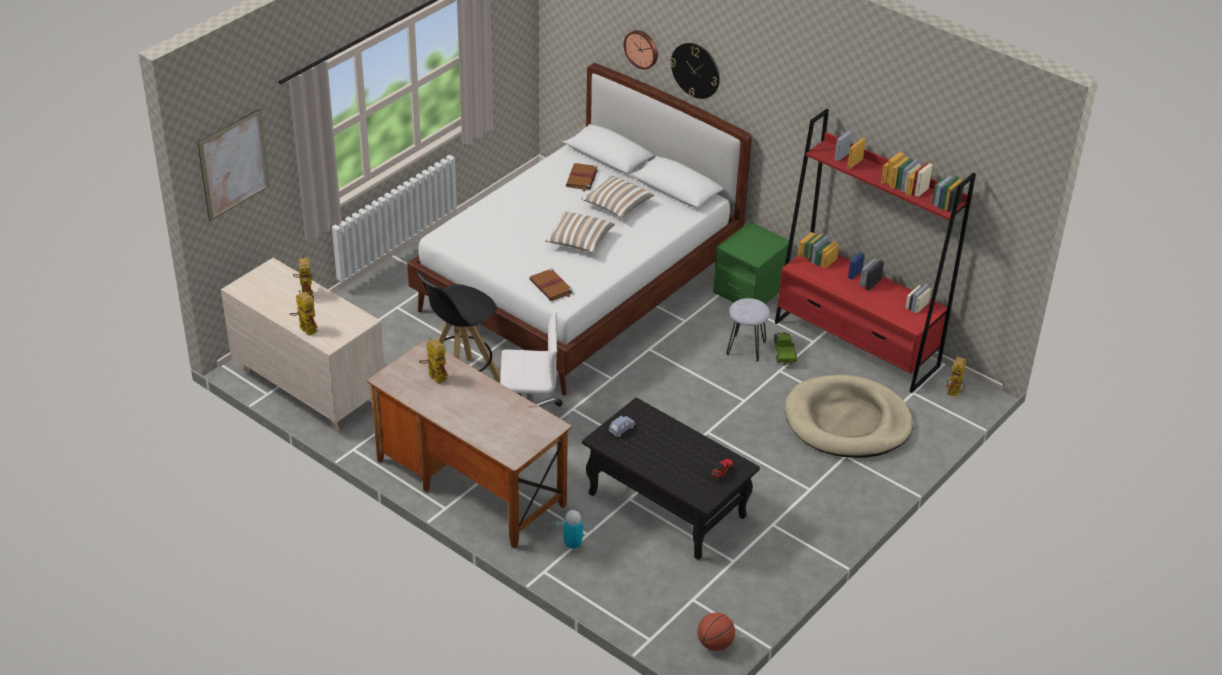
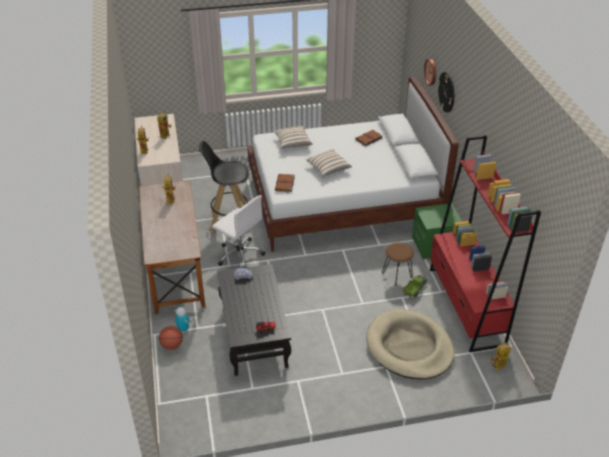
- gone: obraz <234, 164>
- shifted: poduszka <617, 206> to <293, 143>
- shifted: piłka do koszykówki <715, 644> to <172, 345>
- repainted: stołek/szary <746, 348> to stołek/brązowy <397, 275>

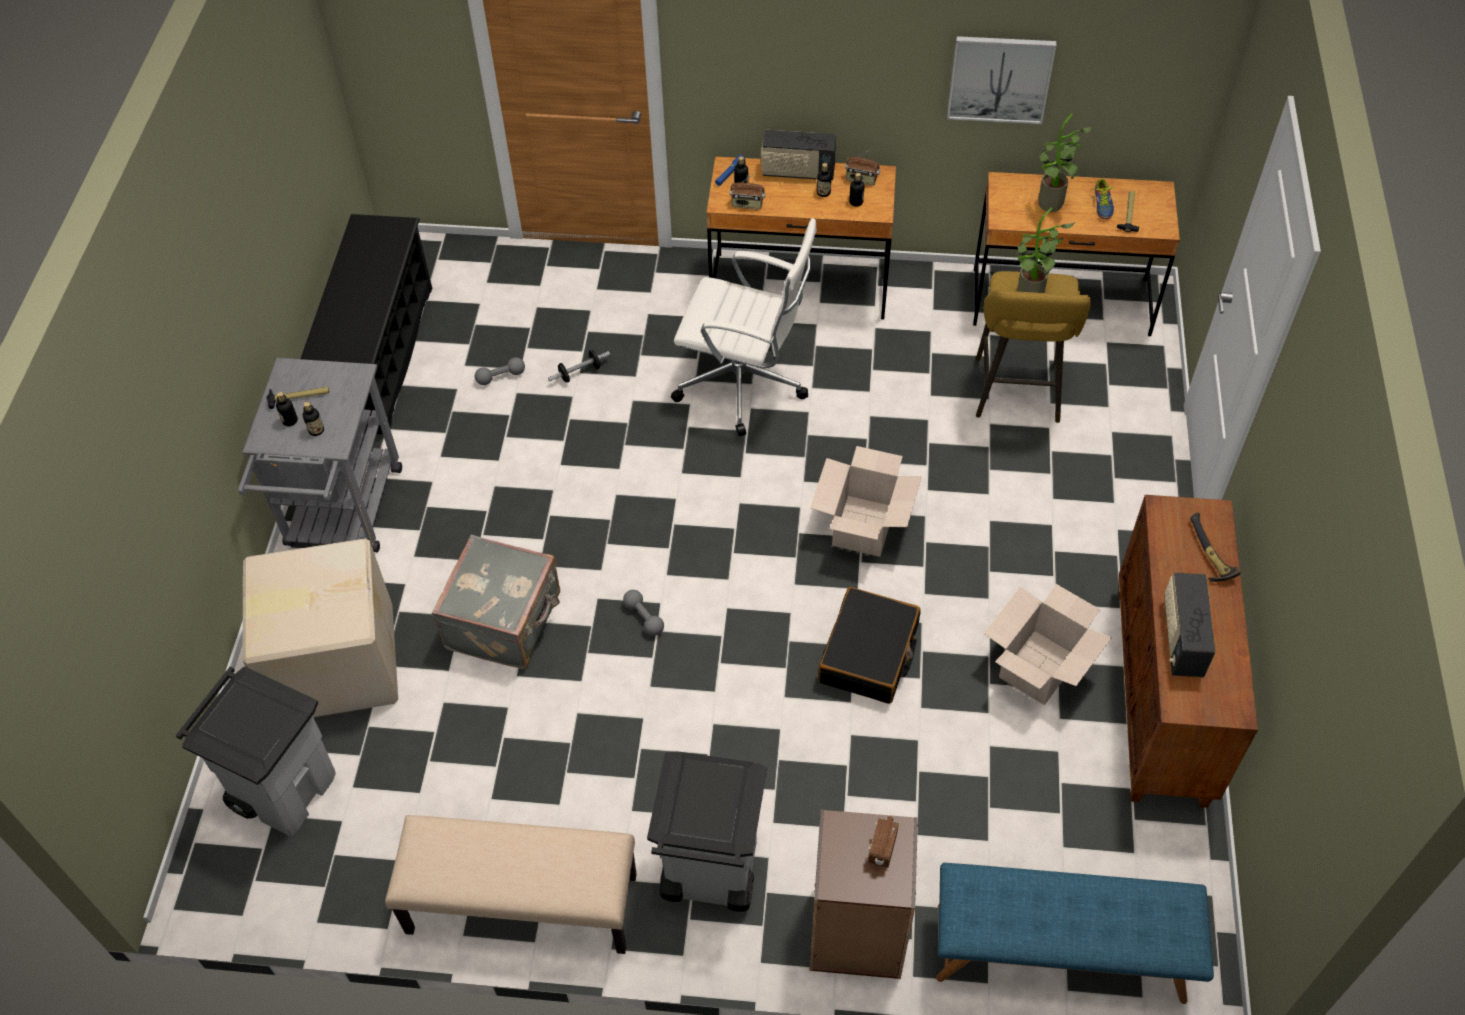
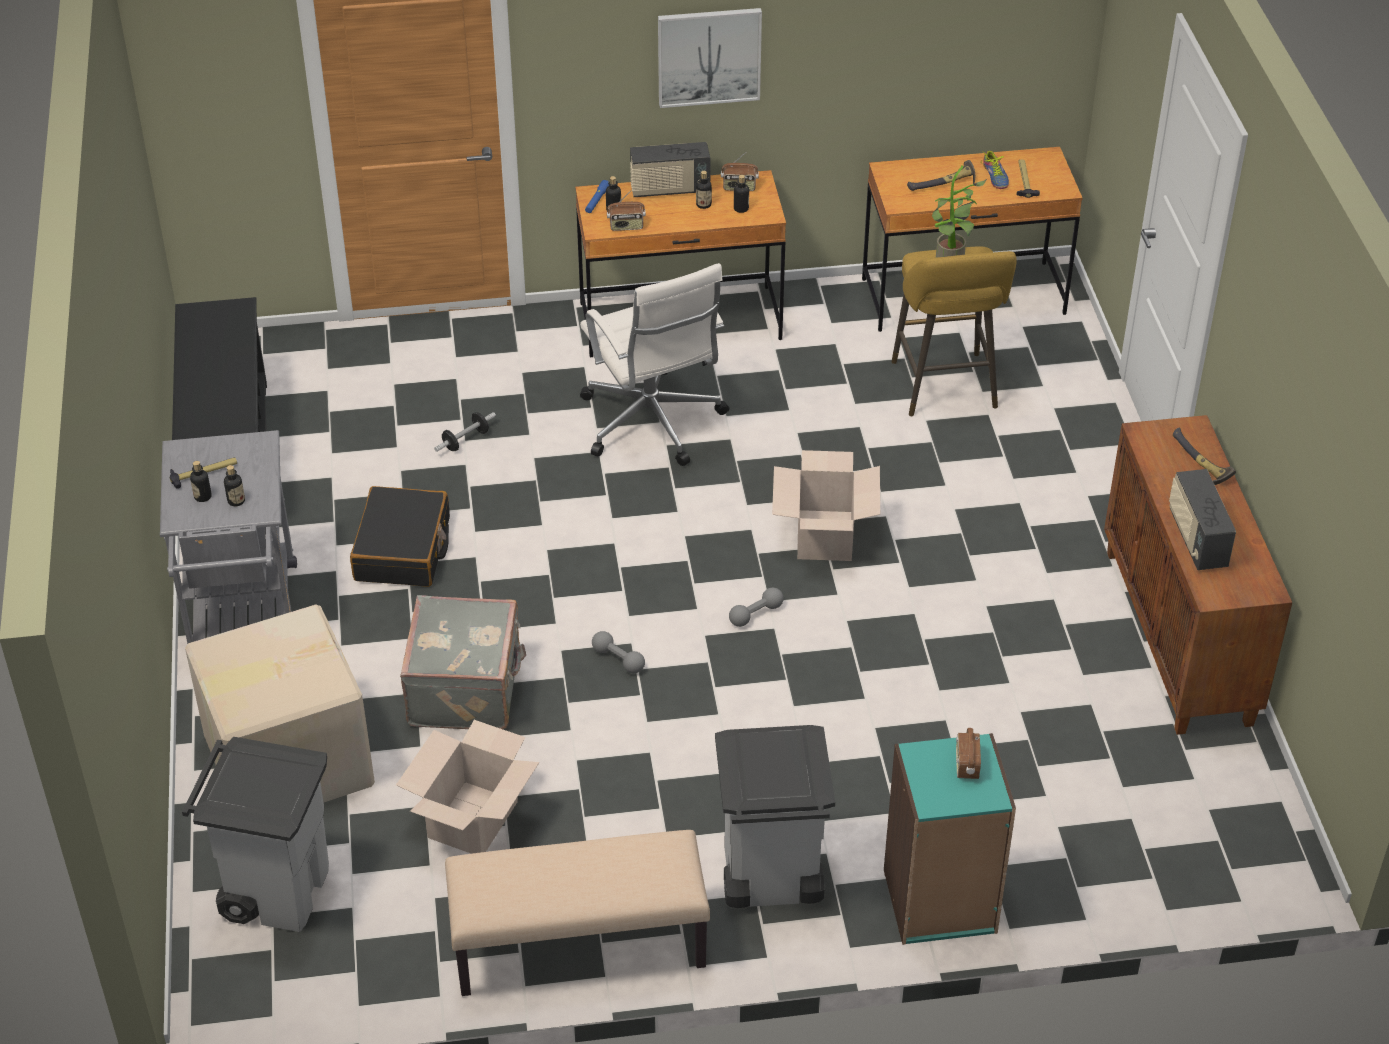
- shifted: hantel/szary <501, 377> to <756, 614>
- rotated: krzesło biurowe/biały <744, 384> = <652, 423> 60 degrees clockwise
- repainted: regał/brązowy <856, 933> to regał/turkusowy <940, 902>
- shifted: walizka/czarny <869, 654> to <403, 550>
- gone: ławka/niebieski <1059, 953>
- shifted: obraz <1000, 78> to <709, 56>
- shifted: karton <1039, 668> to <473, 820>
- swapped: roślina doniczkowa <1052, 206> to młotek <945, 185>

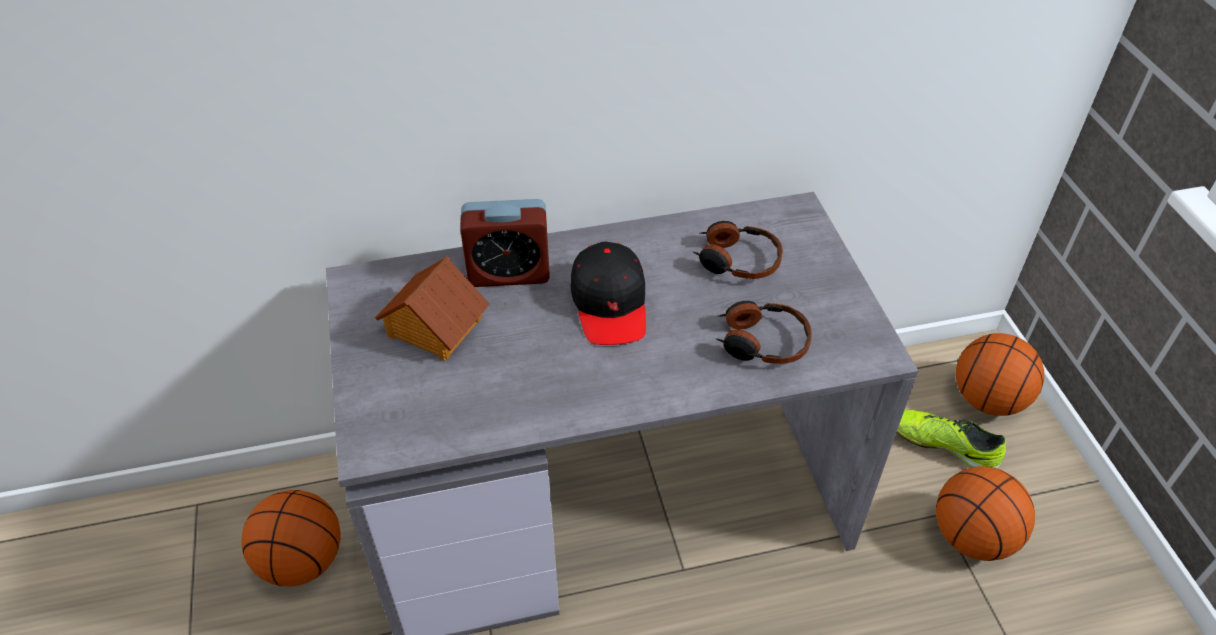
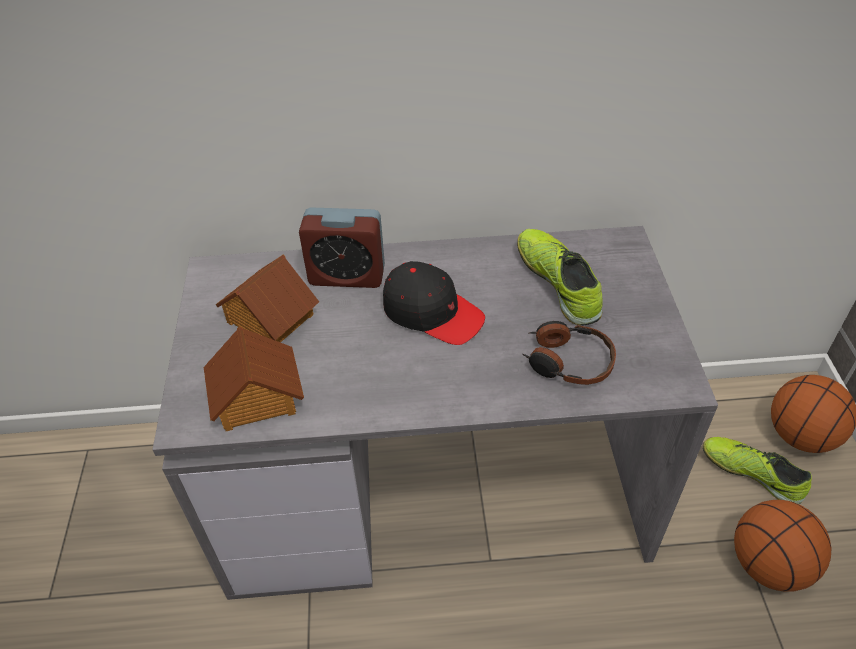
- gone: piłka do koszykówki <302, 561>
- rotated: czapka z daszkiem/czarny <610, 304> = <432, 312> 60 degrees counterclockwise
- swapped: słuchawki <737, 260> to but <558, 283>
- new: domek <256, 398>

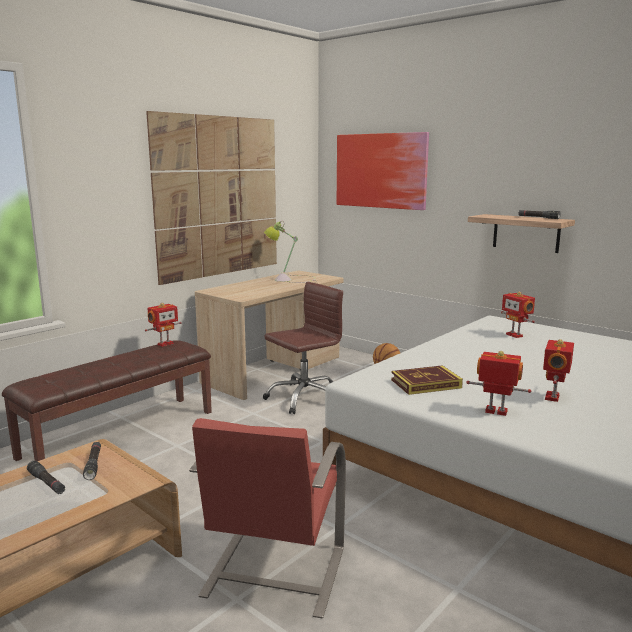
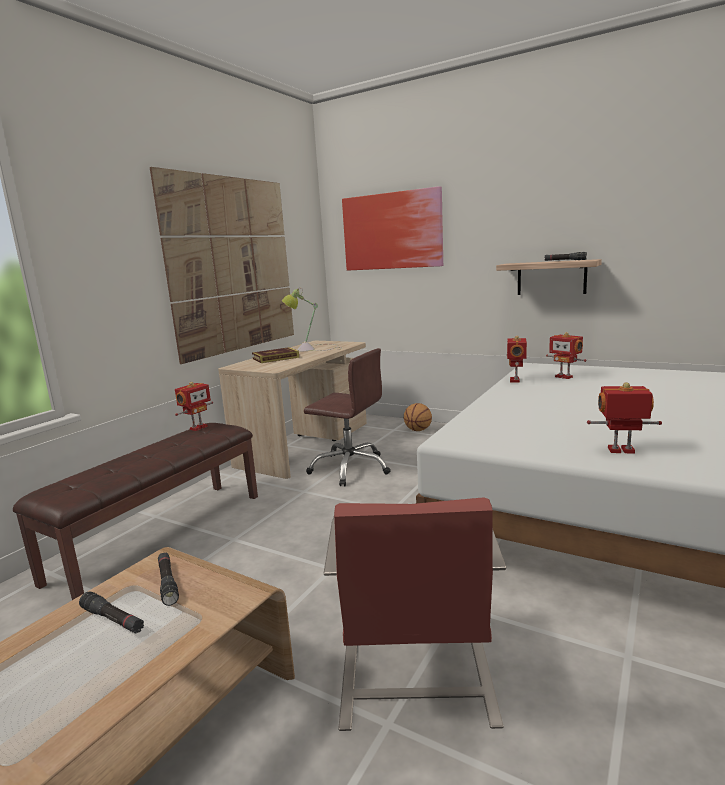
- rotated: krzesło biurowe/brązowy <304, 398> = <350, 468> 75 degrees clockwise
- shifted: książka <426, 384> to <275, 358>
- shifted: robot zabawkowy <553, 397> to <516, 380>

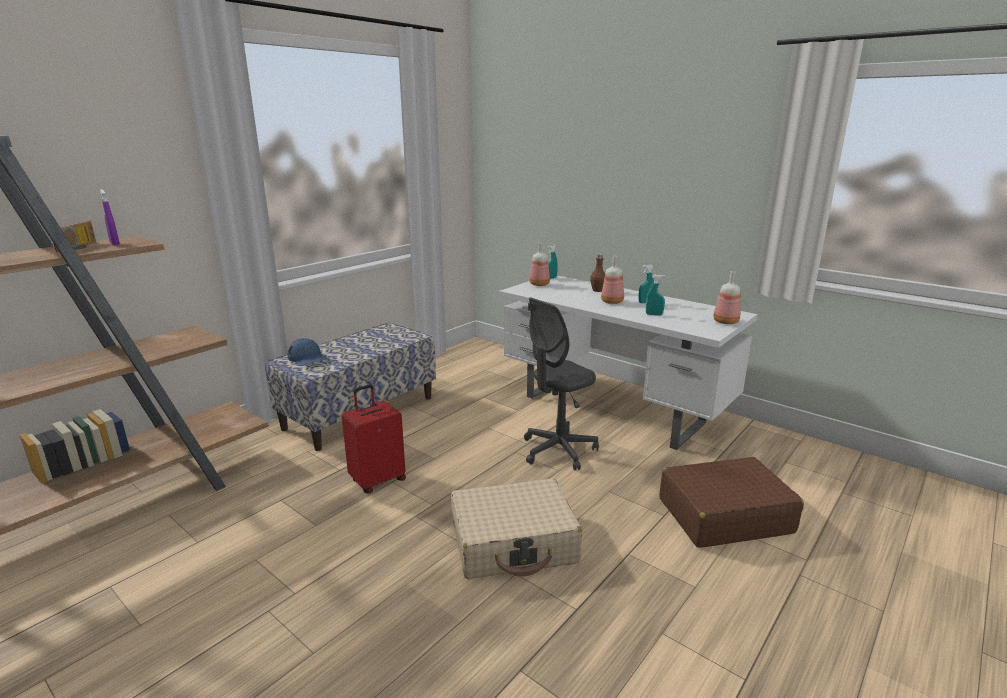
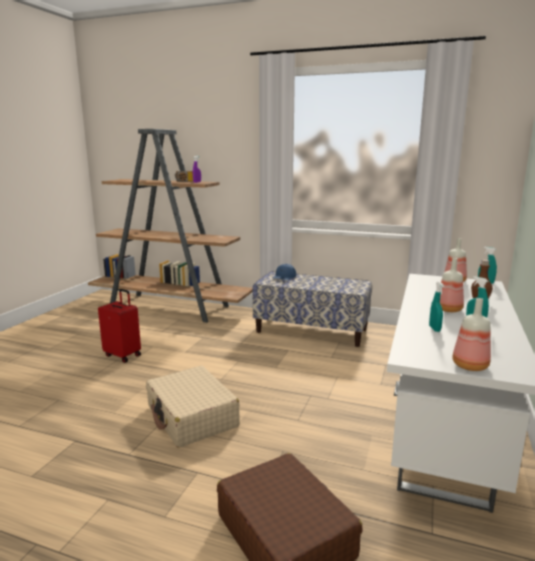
- shifted: walizka/czerwony <377, 480> to <123, 355>
- gone: krzesło biurowe/szary <558, 450>

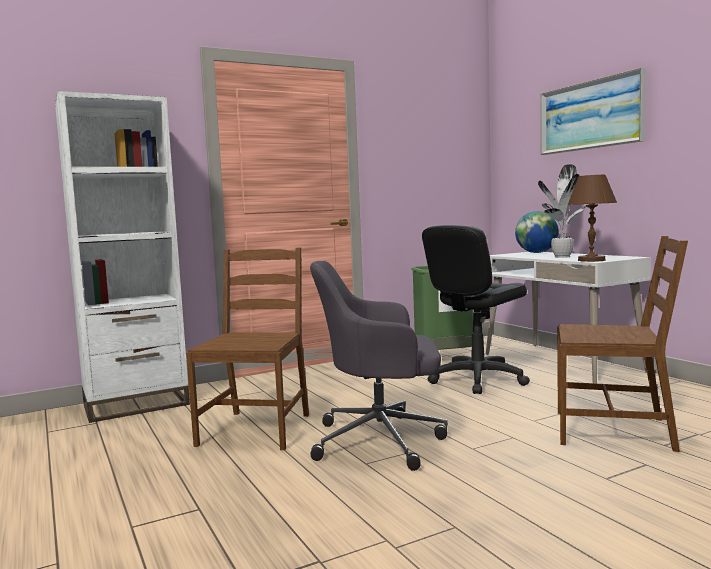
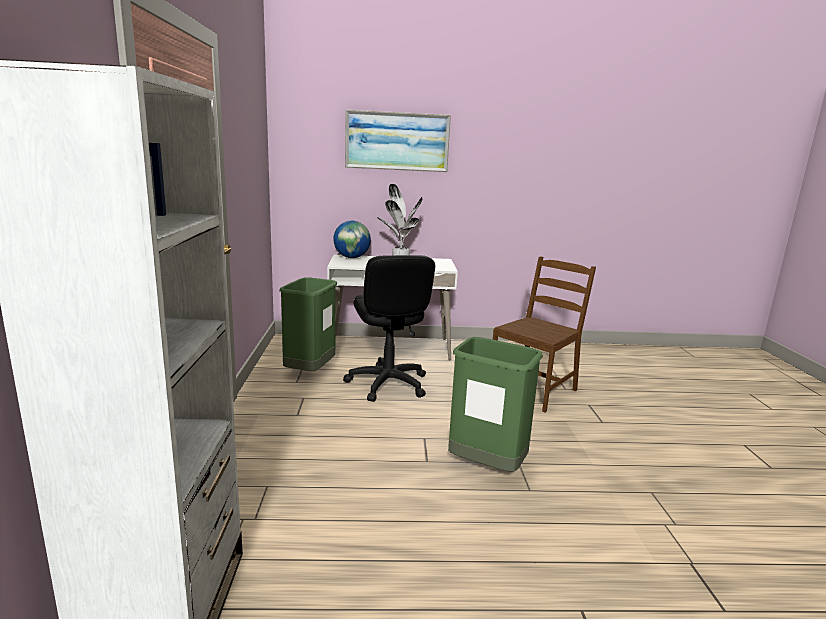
- gone: krzesło/brązowy <256, 429>
- swapped: krzesło biurowe/szary <382, 440> to kosz na śmieci/zielony <486, 467>
- gone: lampa stołowa/brązowy <591, 260>

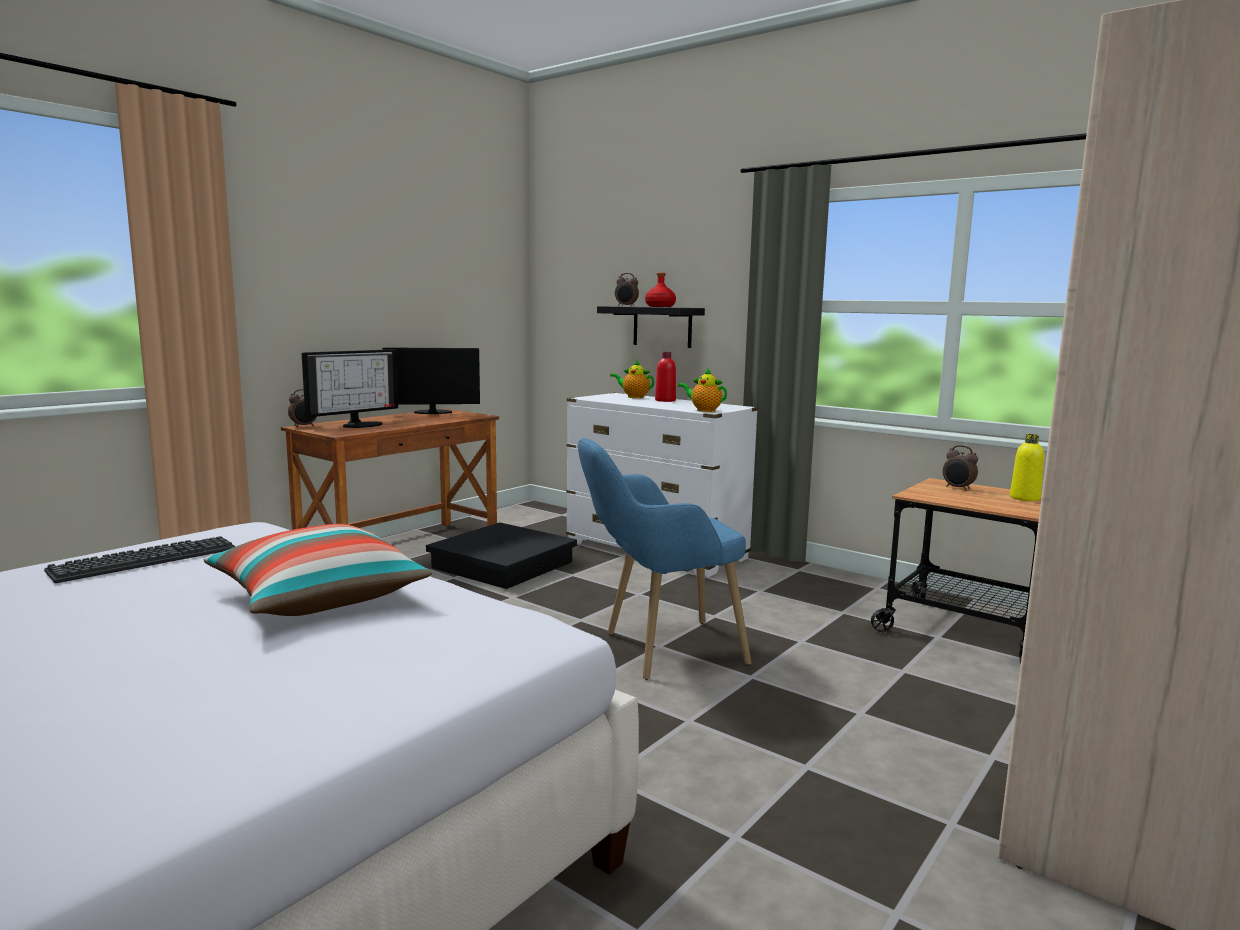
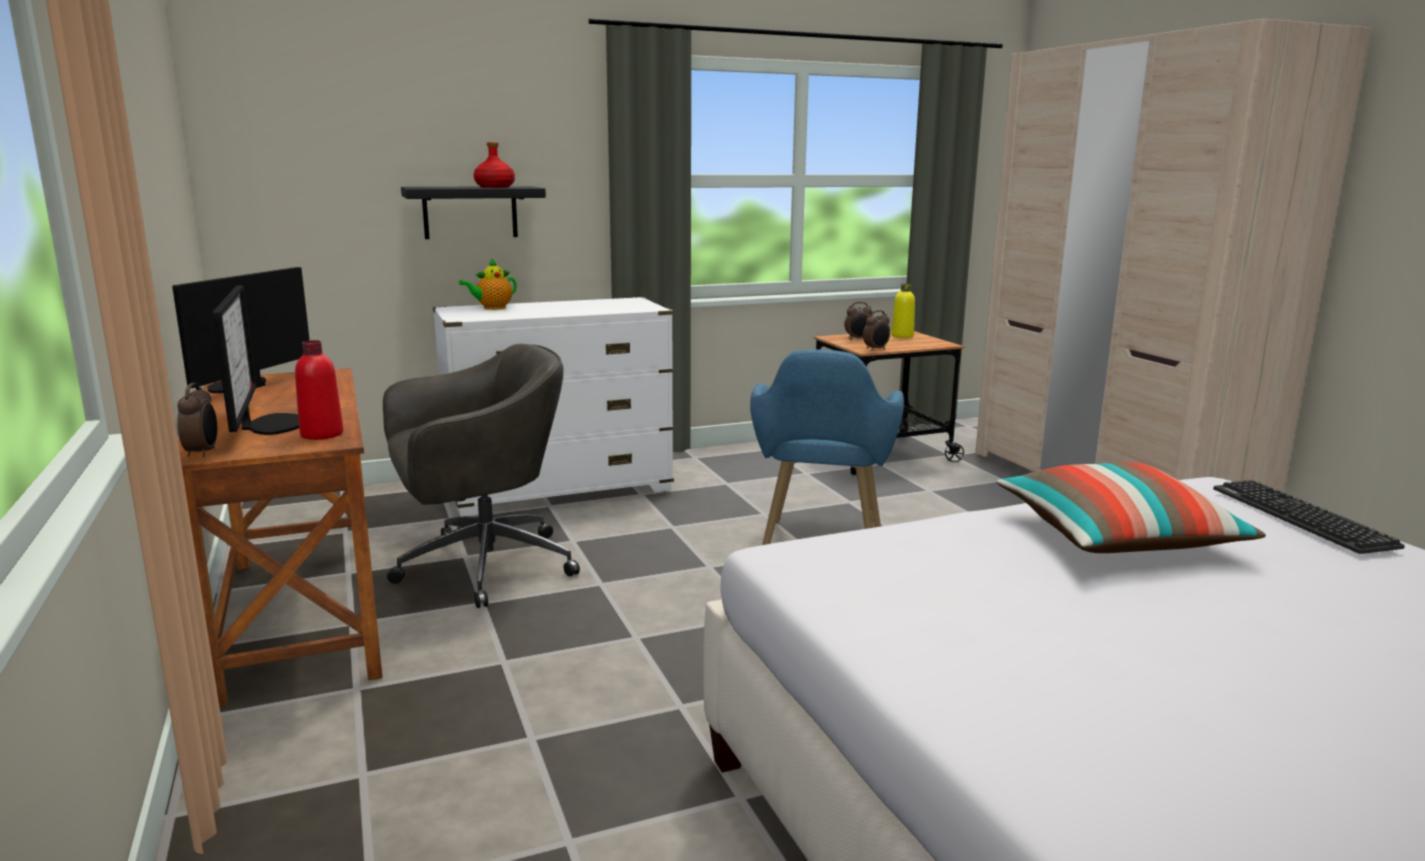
- shifted: klawiatura <144, 560> to <1300, 517>
- swapped: pojemnik do przechowywania/czarny <502, 565> to krzesło biurowe/szary <481, 567>
- shifted: budzik <626, 306> to <876, 349>
- shifted: butelka/czerwony <665, 400> to <322, 434>
- gone: imbryk <703, 410>

